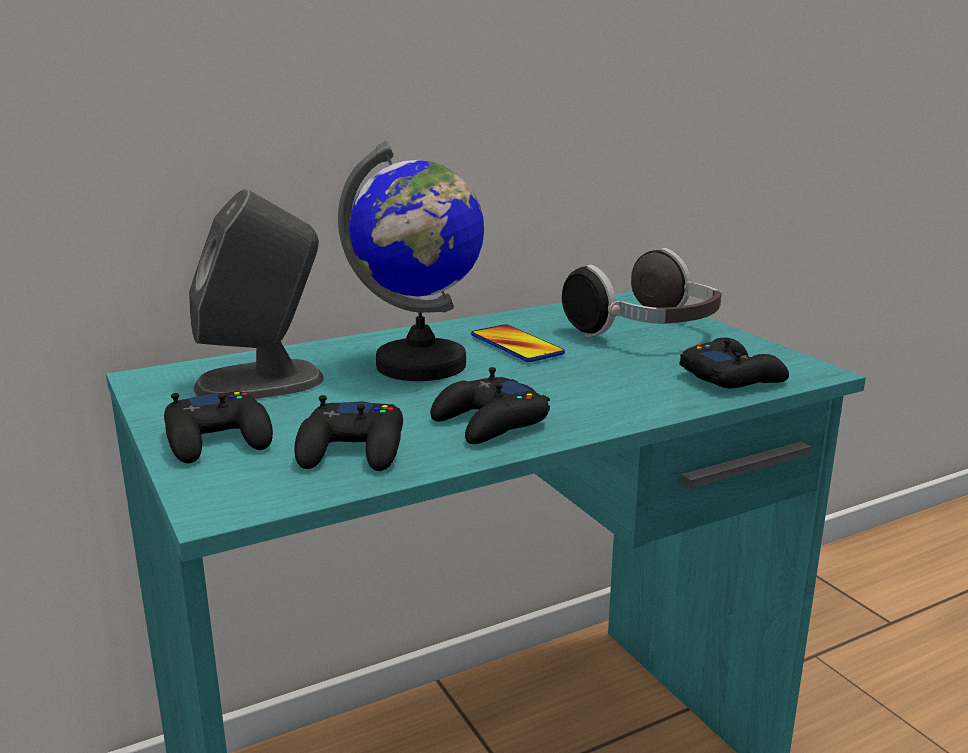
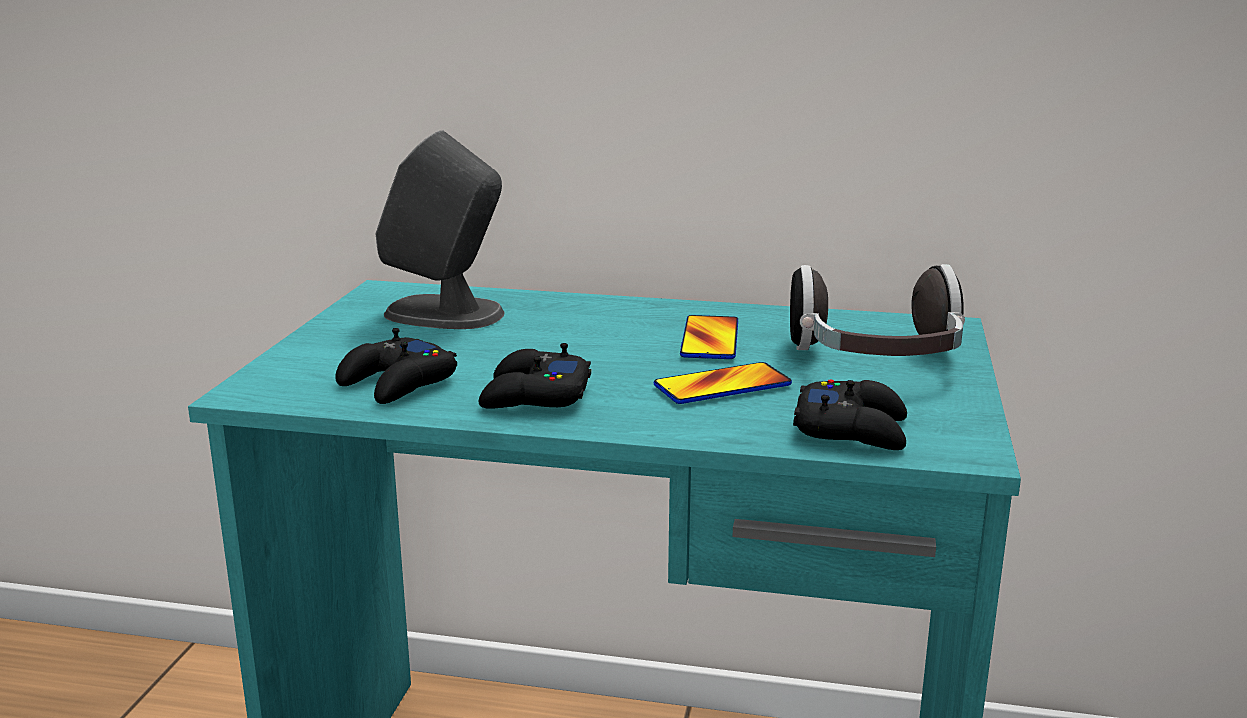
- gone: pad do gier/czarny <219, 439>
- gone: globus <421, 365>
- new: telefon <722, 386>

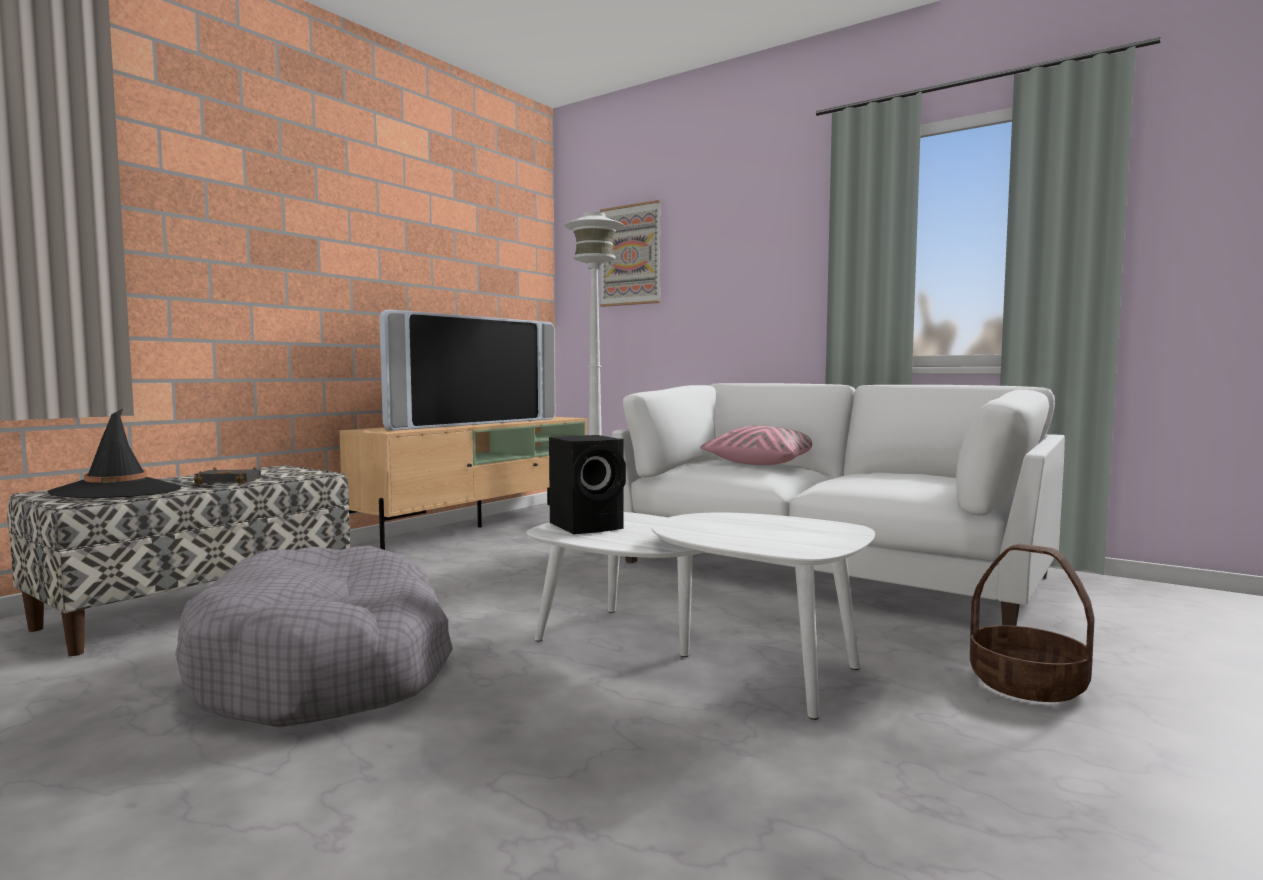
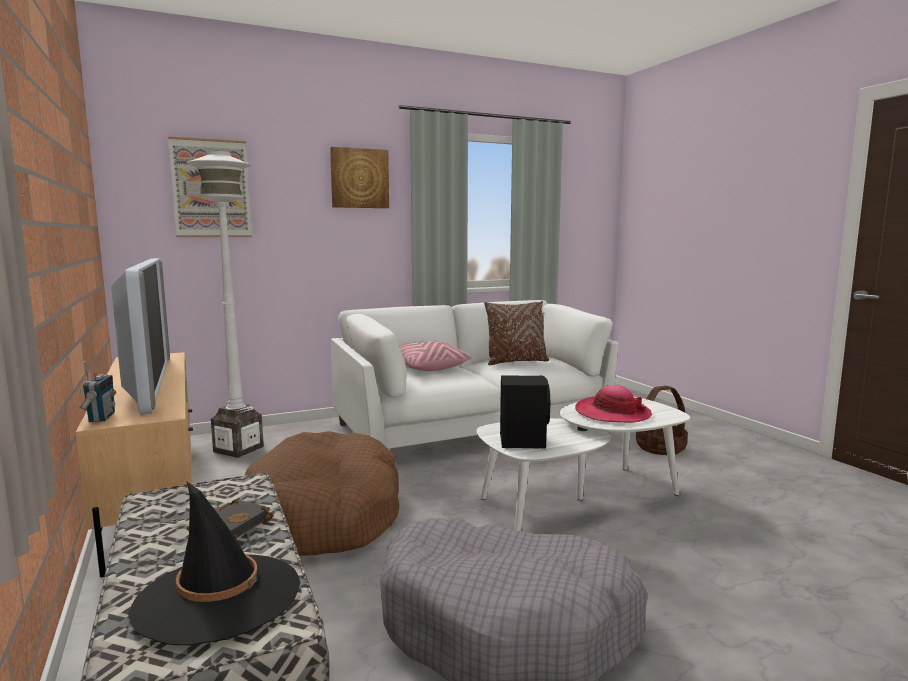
- new: radio <101, 417>
- new: legowisko/brązowy <325, 514>
- new: obraz <359, 178>
- new: poduszka/brązowy <516, 362>
- new: kapelusz <612, 413>

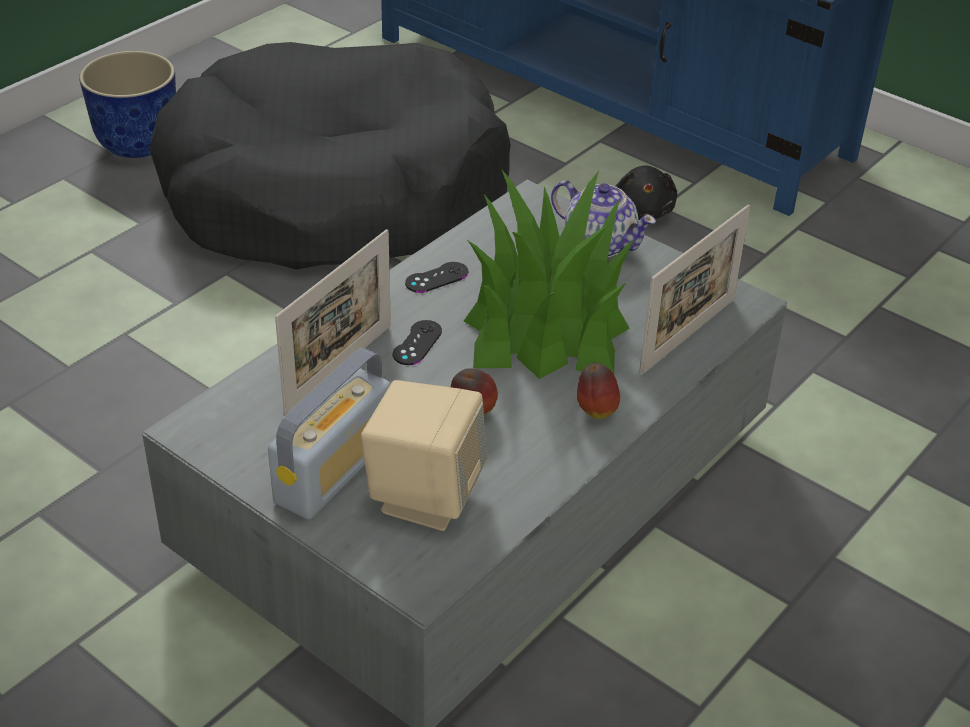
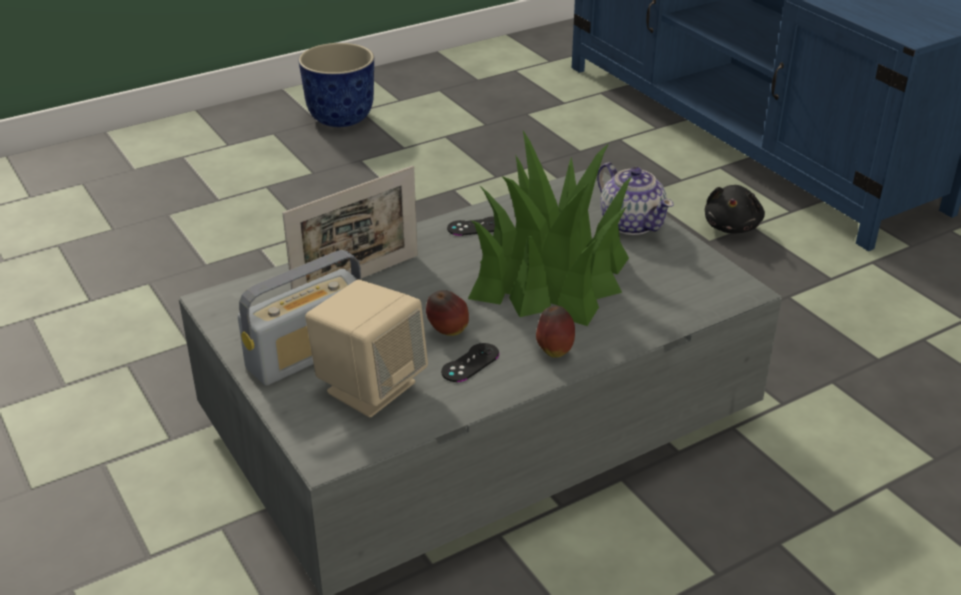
- gone: legowisko/czarny <334, 194>
- shifted: pad do gier/czarny <417, 343> to <470, 363>
- gone: ramka na zdjęcie <688, 335>

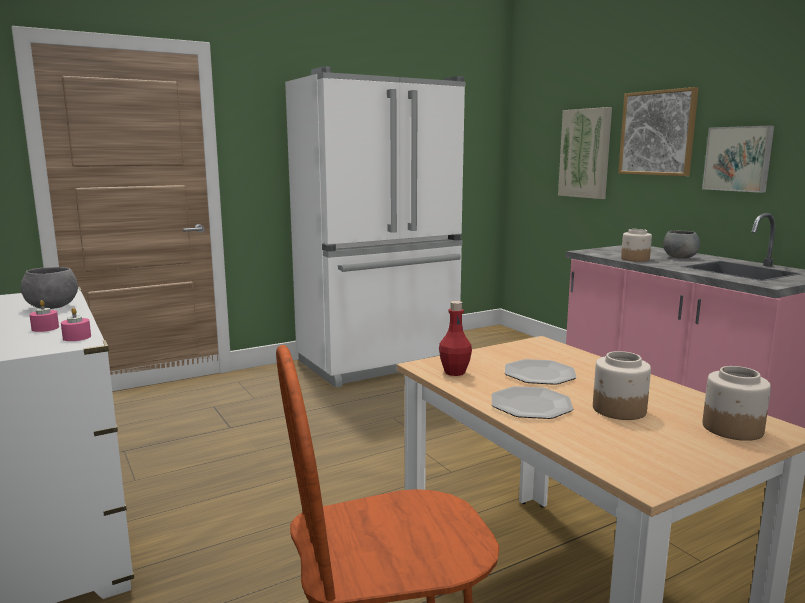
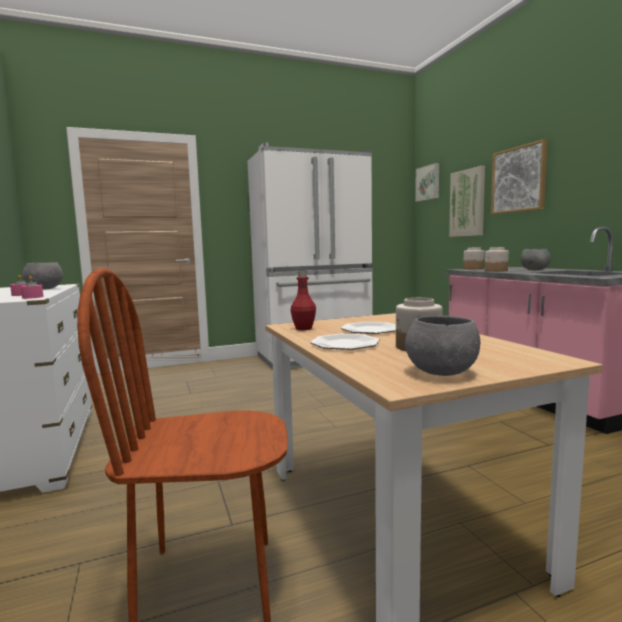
- shifted: obraz <738, 159> to <428, 183>
- shifted: słoik <731, 428> to <473, 268>
- new: miska/szary <441, 373>

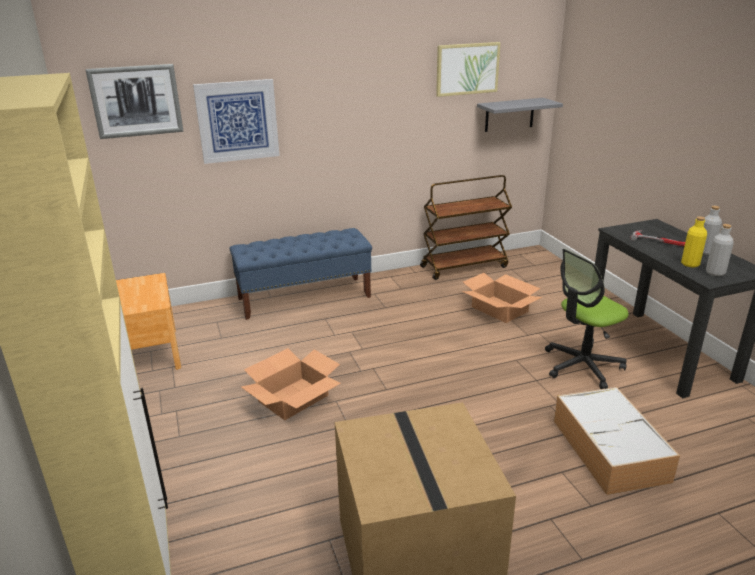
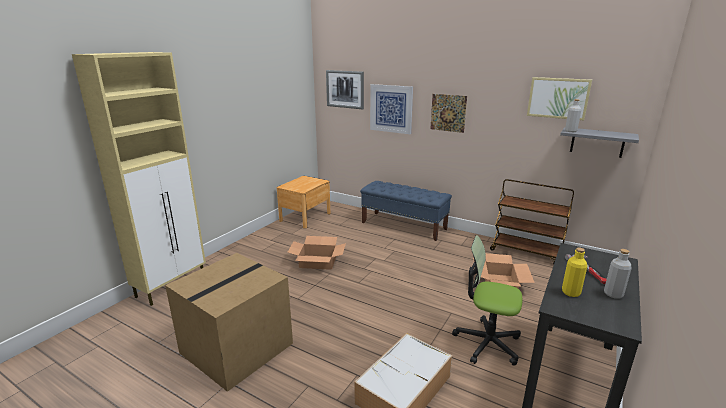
- shifted: butelka/szary <715, 273> to <570, 131>
- new: obraz <448, 113>

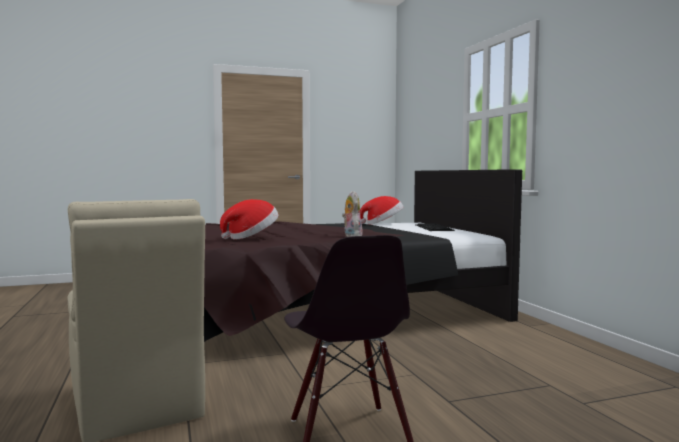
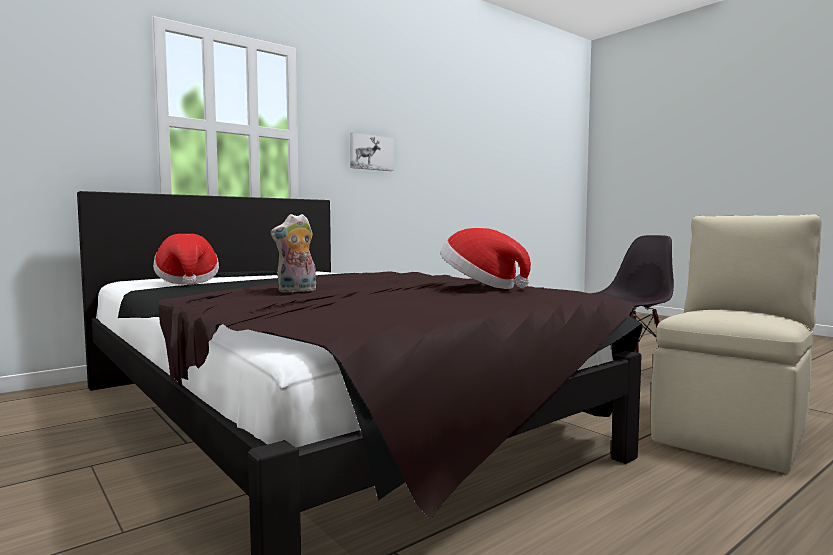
- shifted: pluszak <351, 236> to <297, 291>
- new: obraz <371, 152>

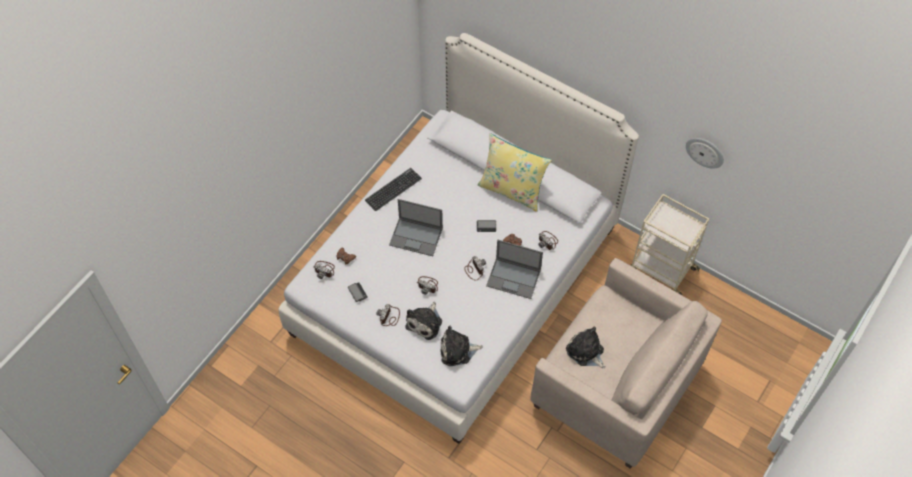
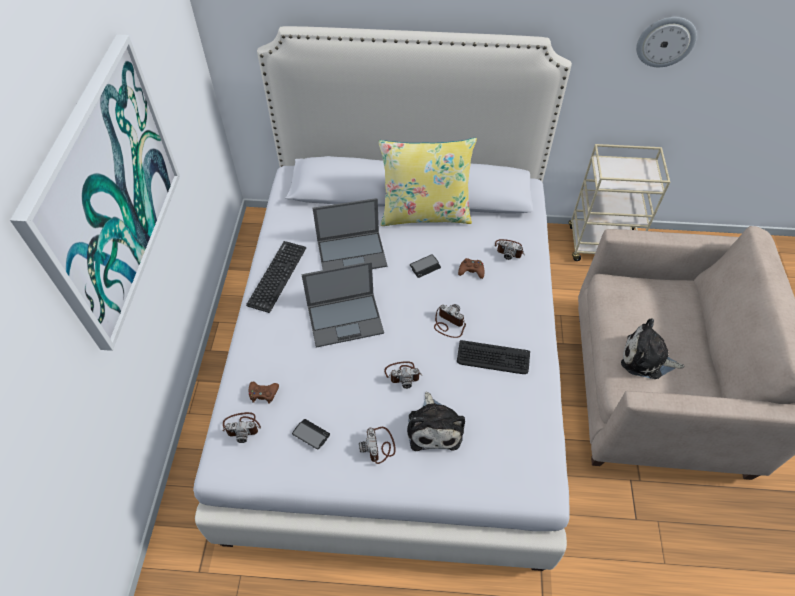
- gone: pluszak <457, 350>
- shifted: laptop <514, 278> to <352, 253>
- new: obraz <108, 192>
- new: klawiatura <493, 358>

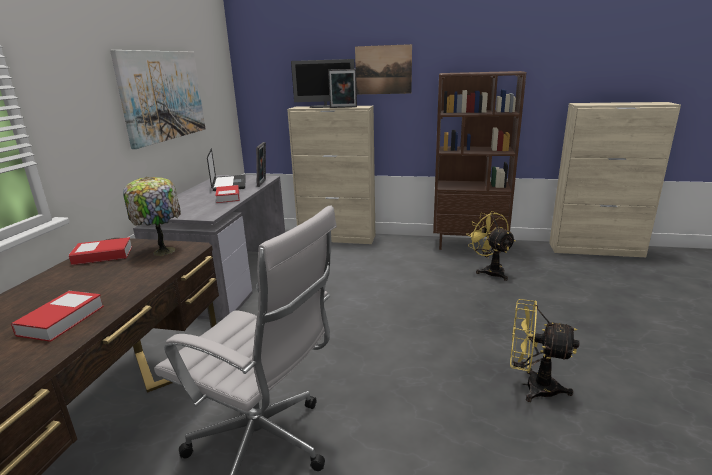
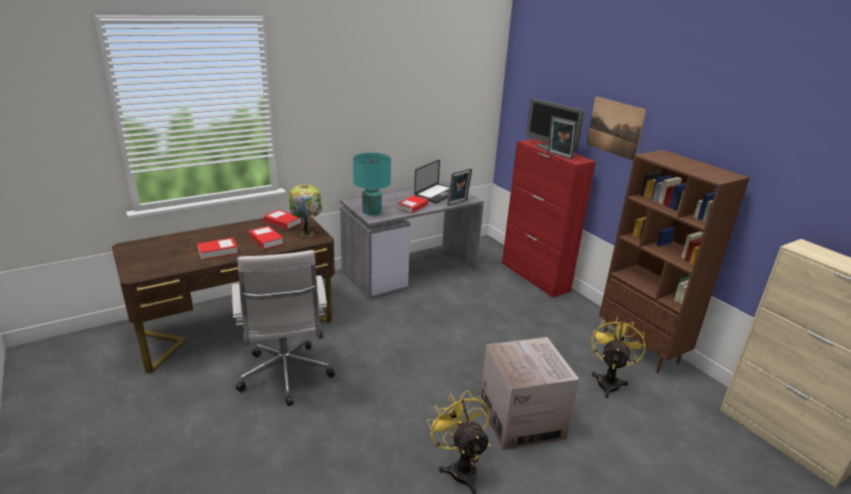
- gone: obraz <163, 96>
- repainted: szafka/beżowy <337, 238> to szafka/czerwony <535, 277>
- new: książka <266, 240>
- new: lampa stołowa/turkusowy <371, 211>
- new: karton <521, 419>

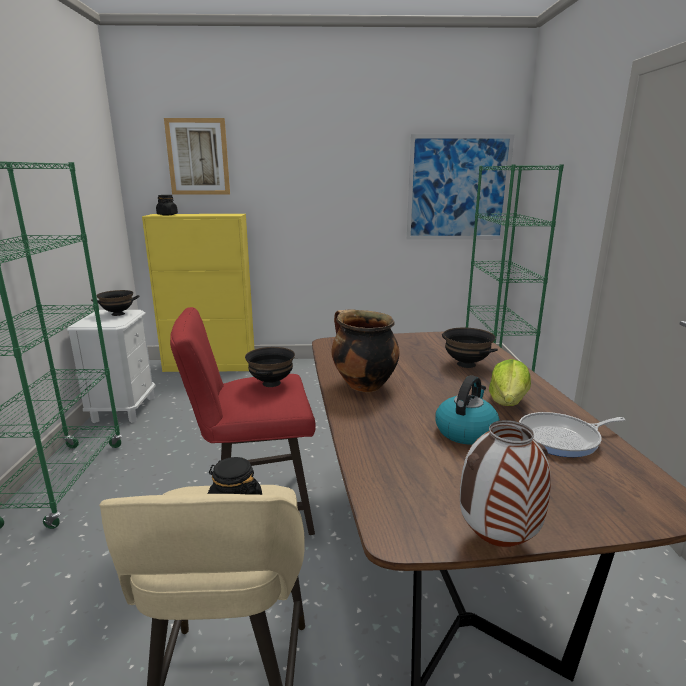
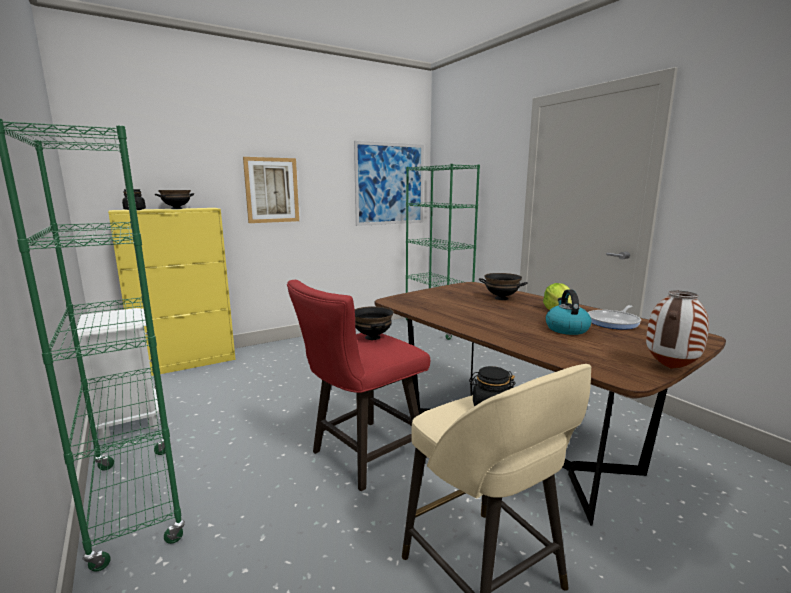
- shifted: miska/czarny <118, 314> to <176, 208>
- shifted: obraz <198, 157> to <272, 190>
- gone: garnek <362, 385>

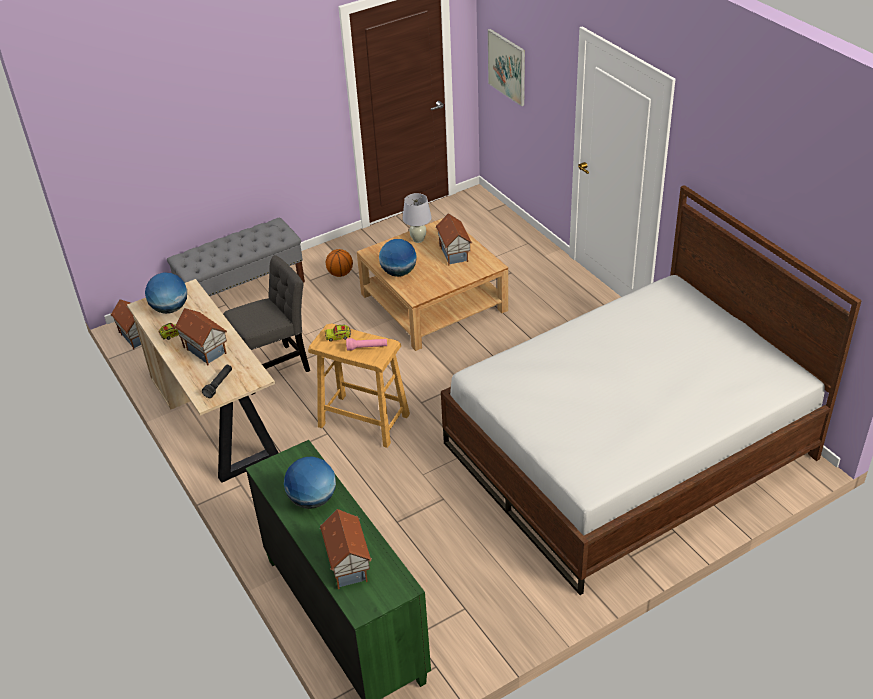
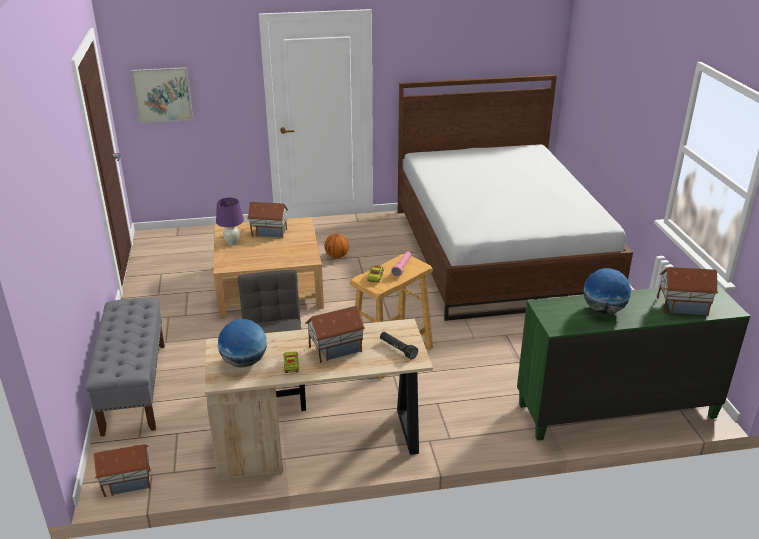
- shifted: piłka do koszykówki <340, 273> to <336, 256>
- gone: globus <399, 272>
- repainted: lampa stołowa/biały <418, 240> to lampa stołowa/fioletowy <232, 242>

